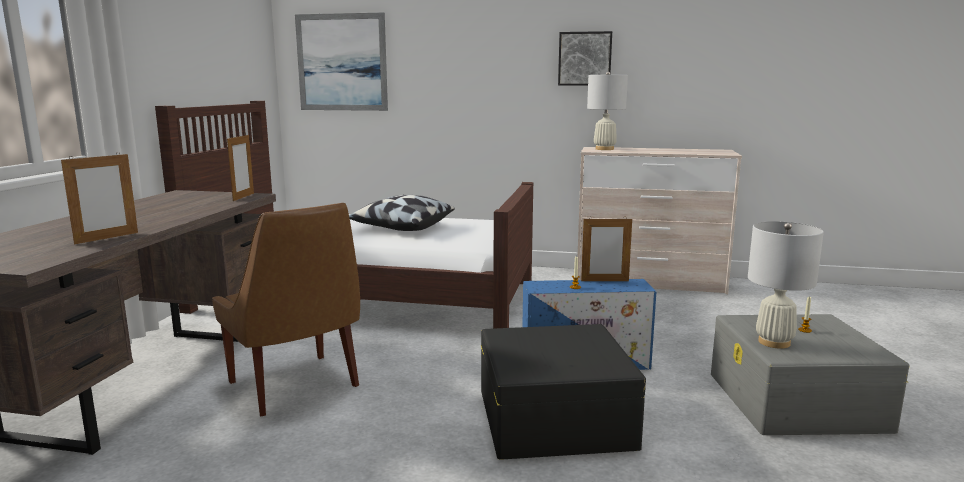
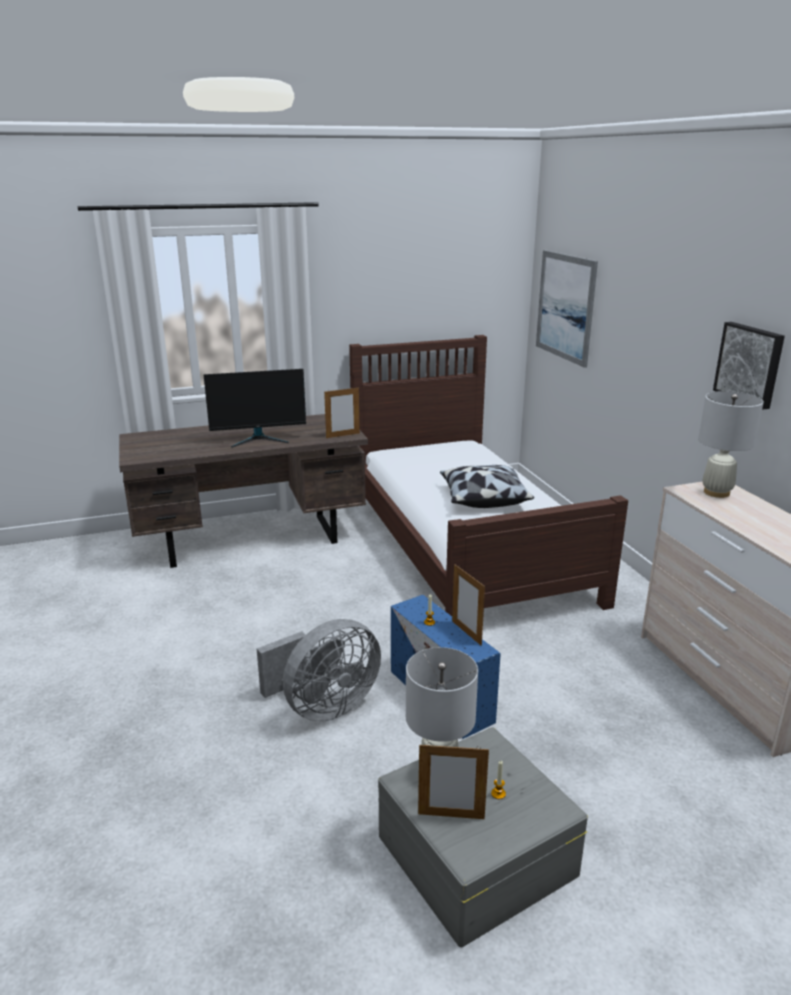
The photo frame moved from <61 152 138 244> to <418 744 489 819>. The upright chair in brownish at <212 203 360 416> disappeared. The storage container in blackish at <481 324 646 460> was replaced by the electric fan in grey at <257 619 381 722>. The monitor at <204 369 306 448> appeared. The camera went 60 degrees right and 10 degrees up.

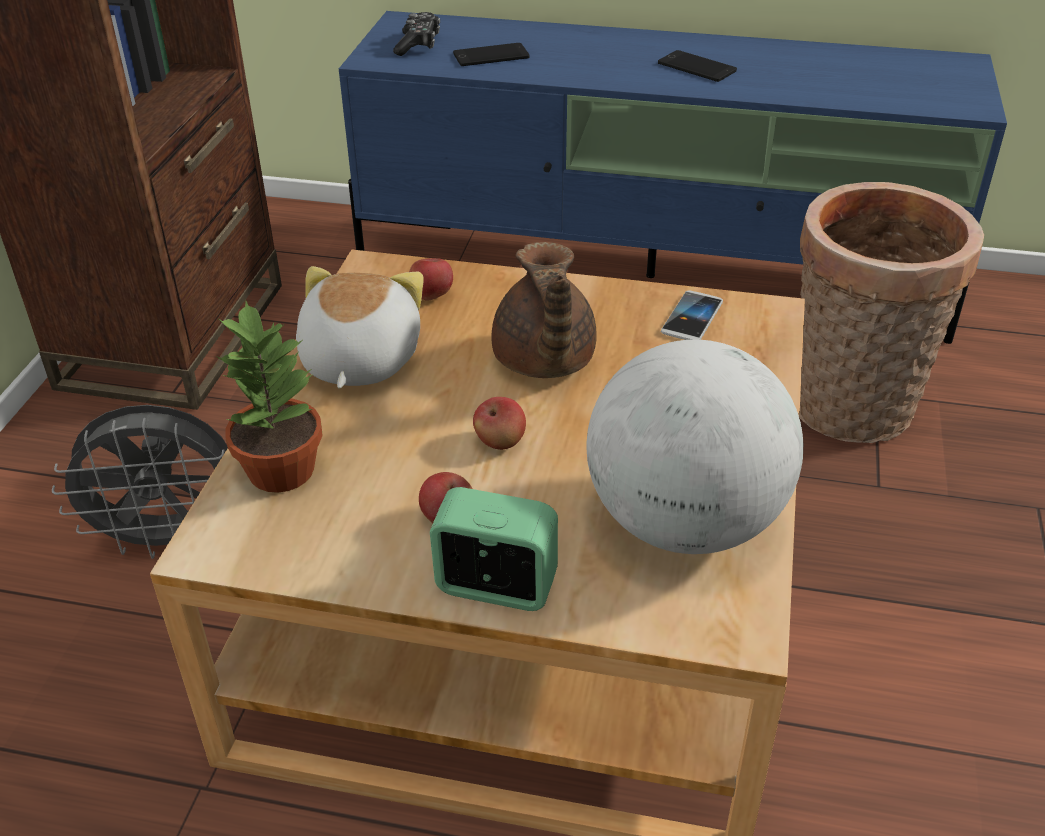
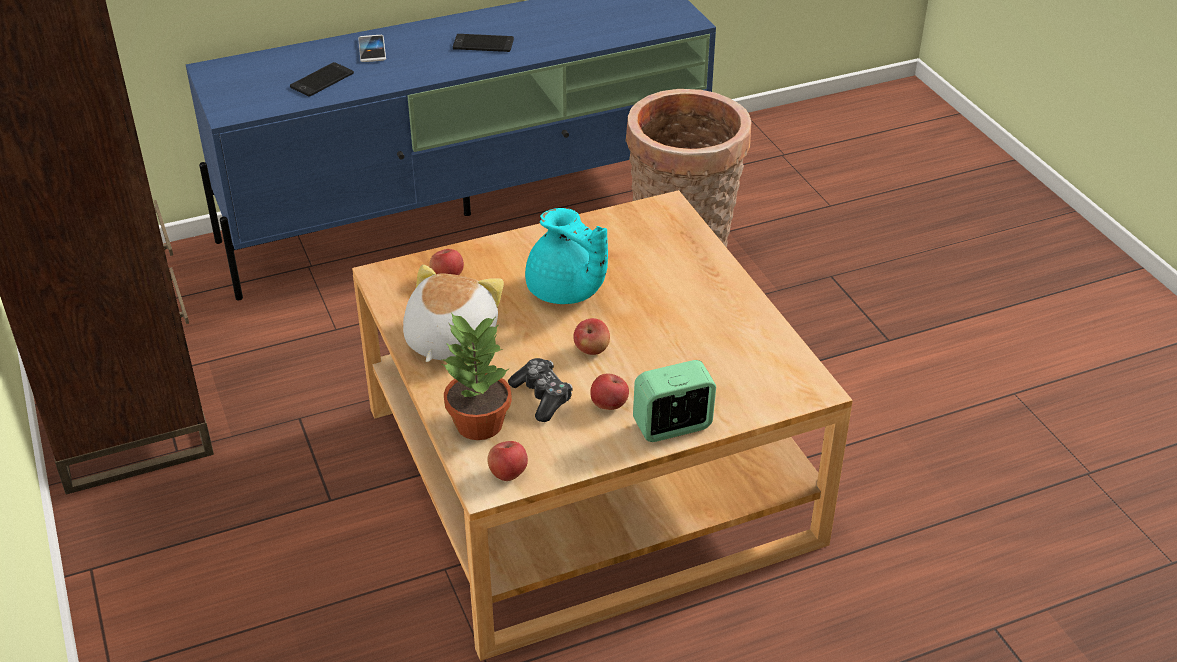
The game controller moved from <393 12 440 56> to <508 358 573 422>. The tea pot in brownish at <491 242 597 378> became the tea pot in turquoise at <525 208 608 304>. The cuddly toy at <296 266 424 388> turned 45 degrees clockwise. The telephone moved from <661 290 723 340> to <358 35 386 62>. The desk globe at <587 340 803 554> disappeared. The electric fan in grey at <52 405 228 559> disappeared. The whole apple at <487 441 528 481> appeared. The camera went 35 degrees left and 0 degrees up.

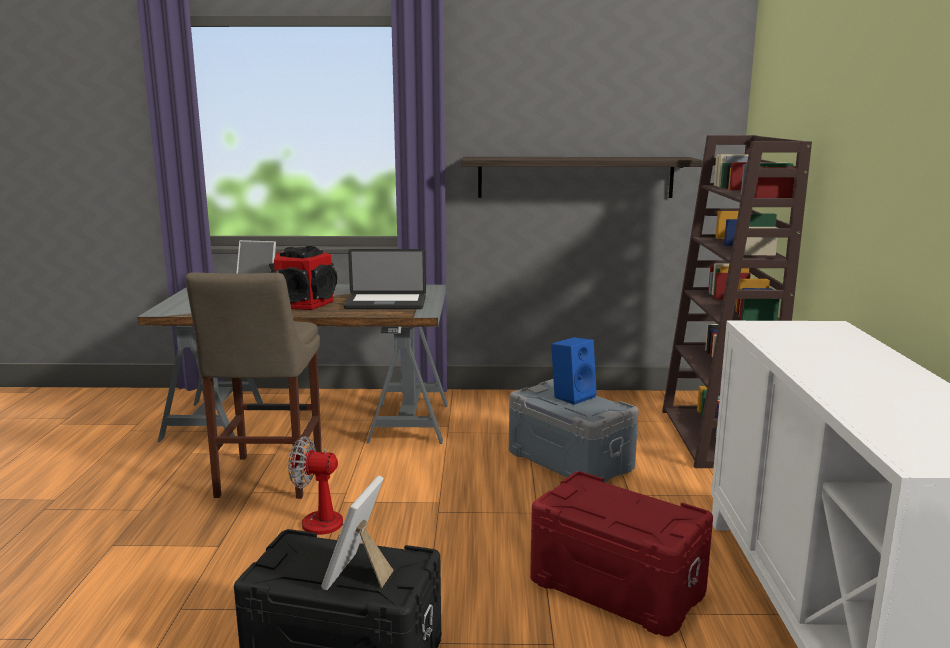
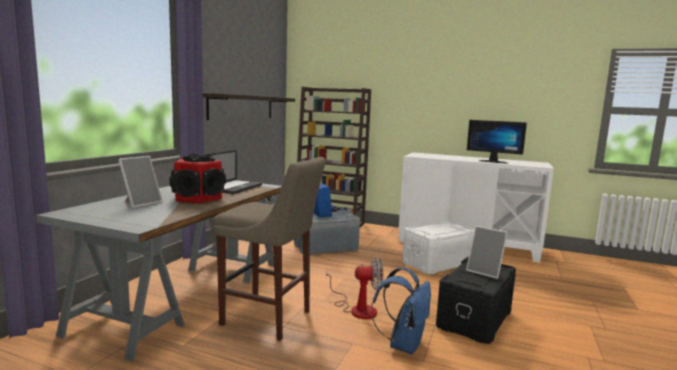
The electric fan at <288 436 363 543> turned 120 degrees counterclockwise. The storage container in red at <530 471 713 637> became the storage container in white-coloured at <402 221 474 274>. The monitor at <467 120 527 164> appeared. The knapsack in blue-coloured at <371 267 431 354> appeared. The camera went 70 degrees left and 5 degrees down.

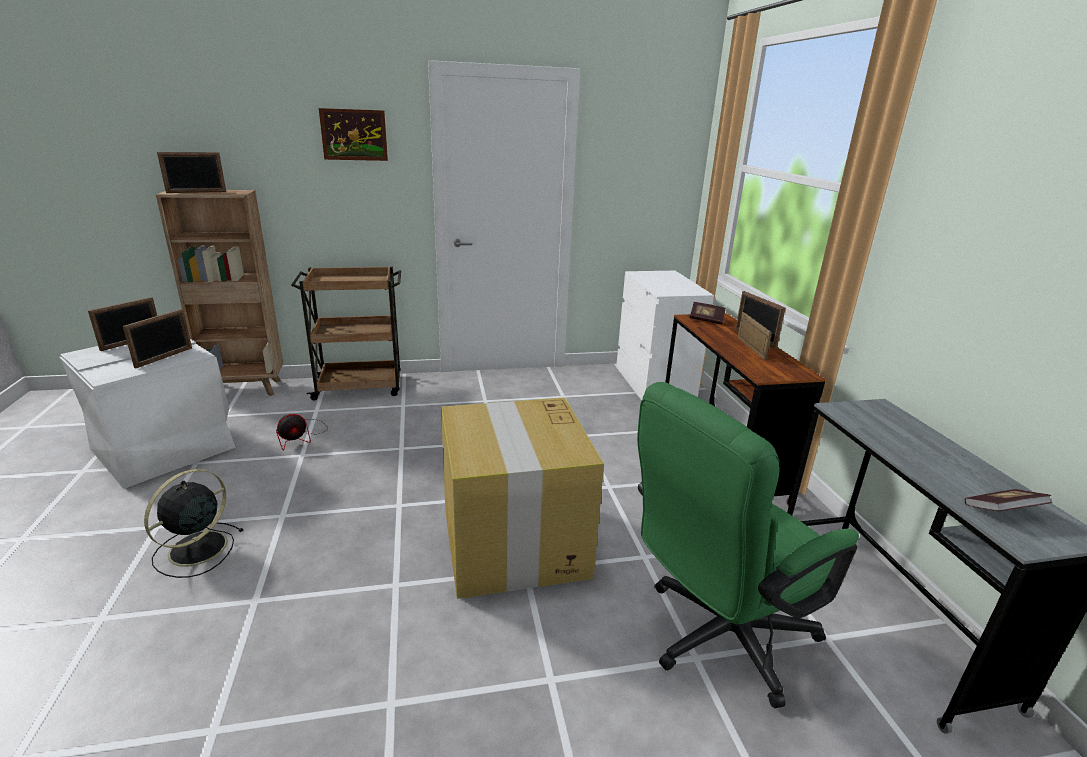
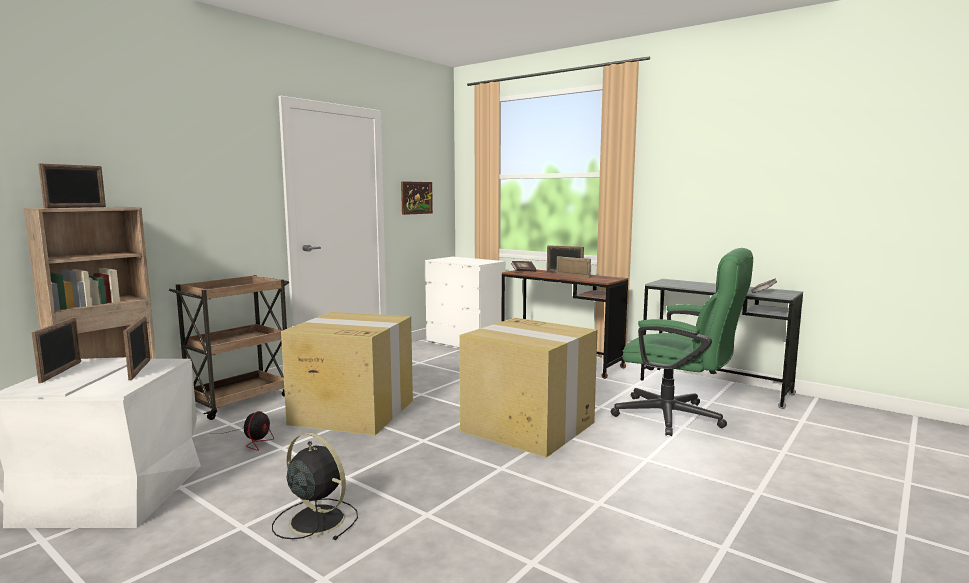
The wall picture moved from <319 108 388 161> to <401 181 433 215>. The office chair in greenish at <637 382 859 709> turned 75 degrees counterclockwise. The electric fan in blackish at <144 469 244 578> turned 135 degrees clockwise. The packing box at <281 312 413 435> appeared. The camera went 40 degrees left and 15 degrees down.

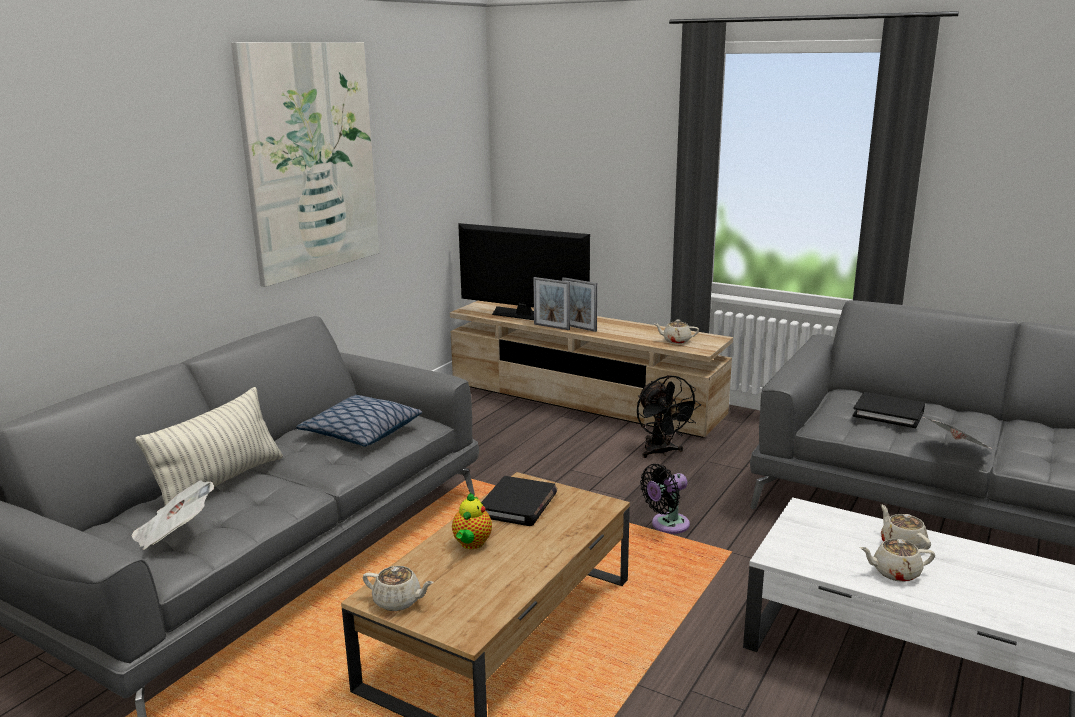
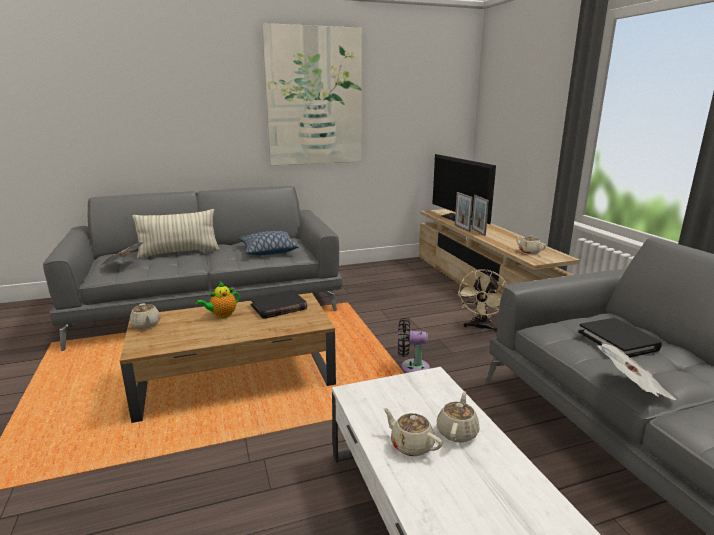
The electric fan in blackish at <637 375 701 458> became the electric fan in beige at <457 269 507 332>. The camera went 40 degrees right and 0 degrees up.

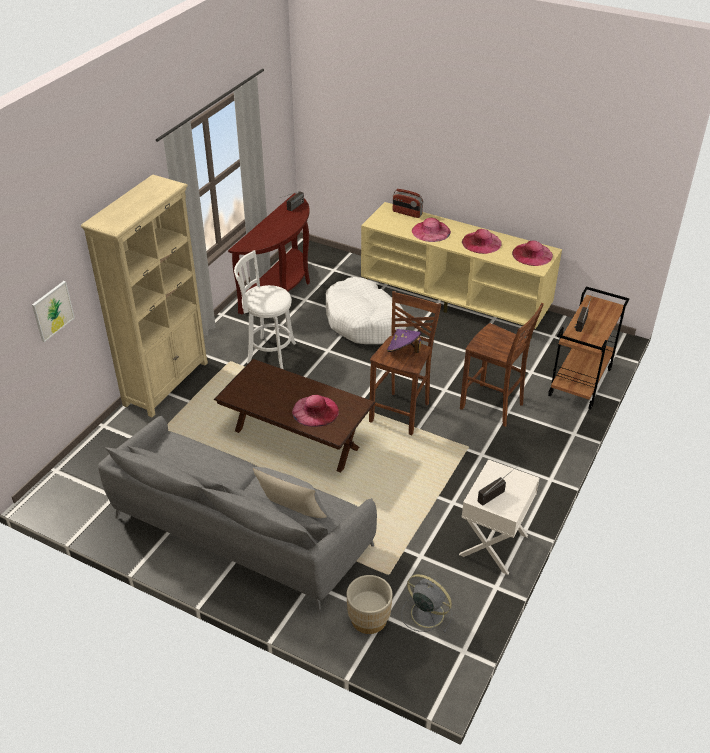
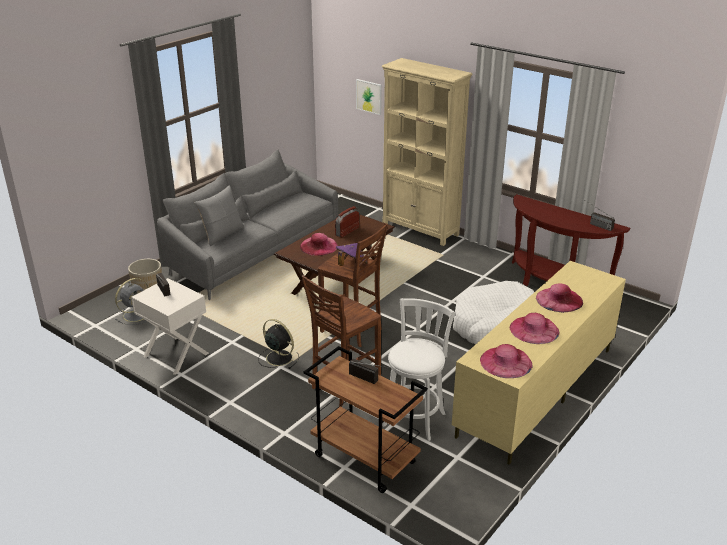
The radio receiver moved from <393 189 423 218> to <335 206 359 238>. The stool in white-coloured moved from <234 250 296 369> to <382 298 455 441>. The electric fan in blackish at <258 319 299 369> appeared. The camera went 100 degrees right and 10 degrees down.

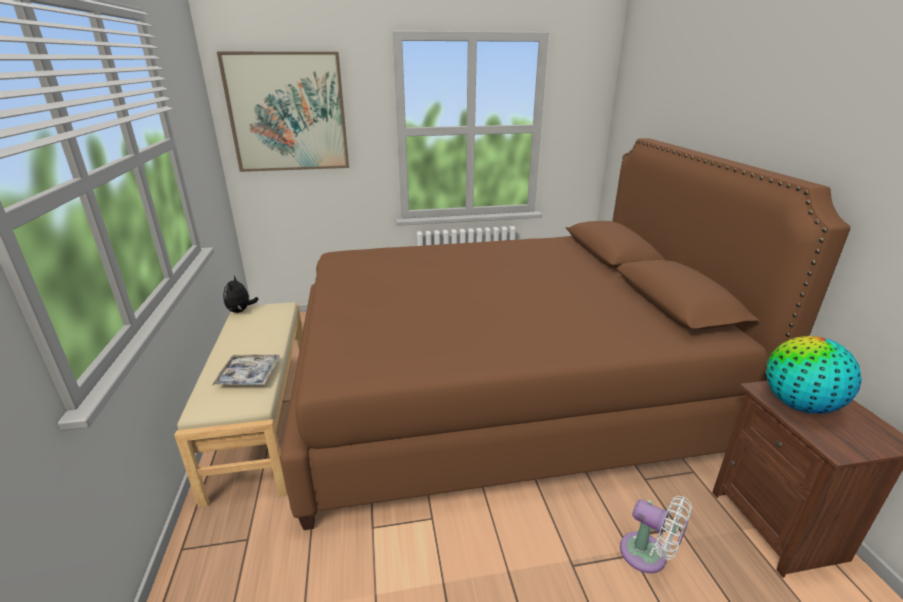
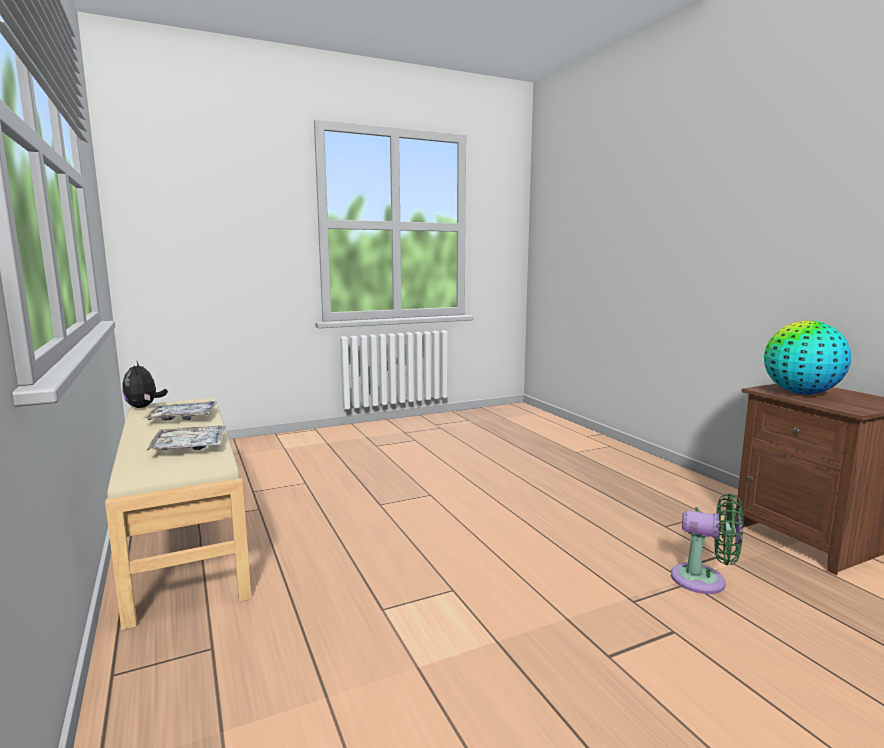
The wall picture at <217 52 349 172> disappeared. The bedroom bed in brownish at <280 138 851 530> disappeared. The electric fan in white-coloured at <620 496 692 573> became the electric fan in greenish at <671 494 743 594>. The carrying tray at <144 401 217 421> appeared. The camera went 15 degrees left and 15 degrees down.

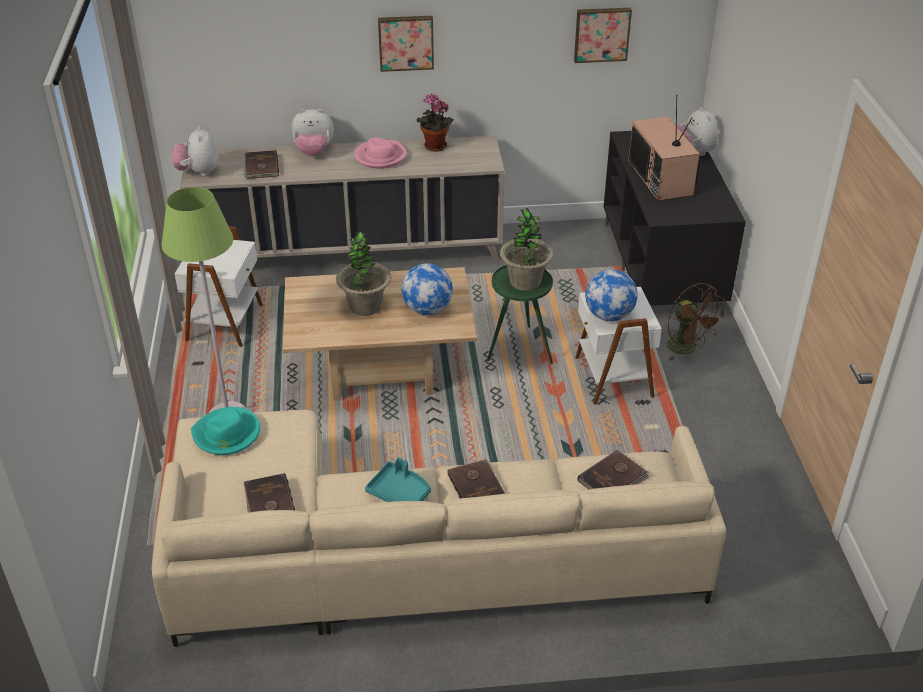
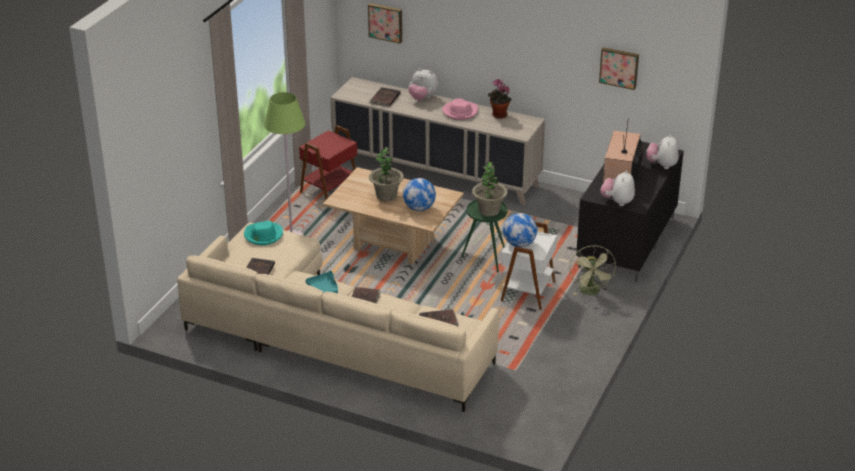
The wall picture moved from <378 16 434 72> to <368 3 402 44>. The cuddly toy moved from <172 126 219 176> to <600 170 635 206>. The end table in white-coloured at <175 226 263 347> became the end table in red at <299 125 357 200>. The electric fan in brownish at <667 283 725 361> became the electric fan in greenish at <569 245 616 295>. The camera went 30 degrees right and 5 degrees down.

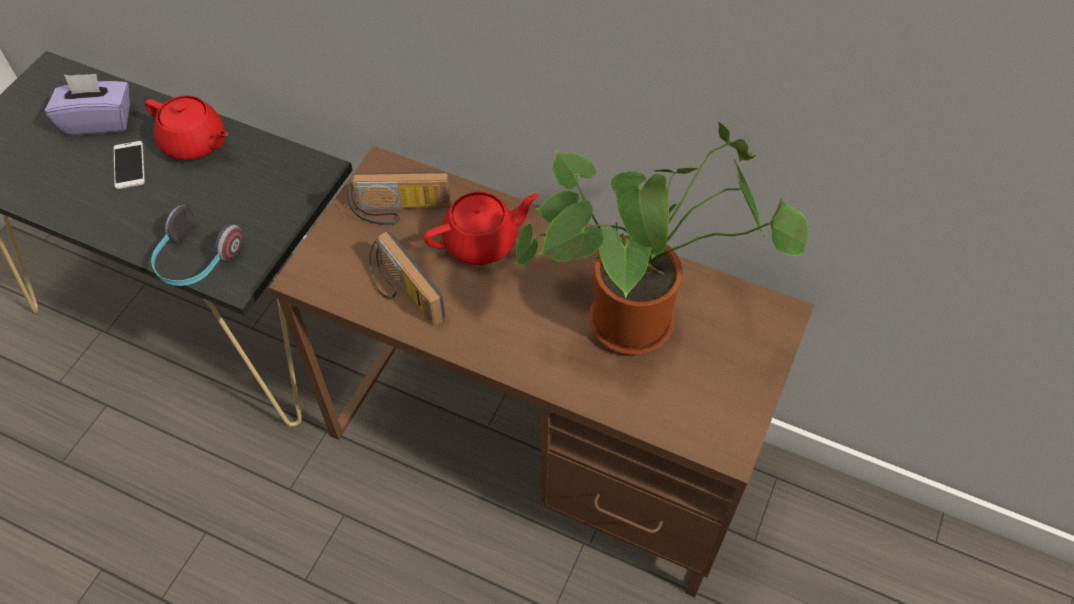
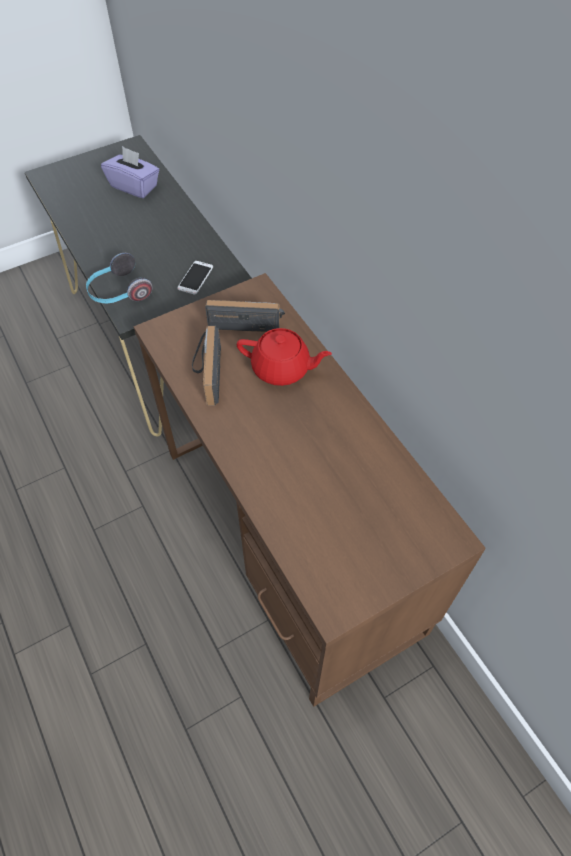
The tea pot in red at <145 95 228 160> disappeared. The houseplant at <515 122 809 355> disappeared. The telephone moved from <114 141 145 189> to <177 261 213 295>. The radio receiver at <347 172 451 225> turned 150 degrees clockwise. The camera went 35 degrees right and 0 degrees up.

